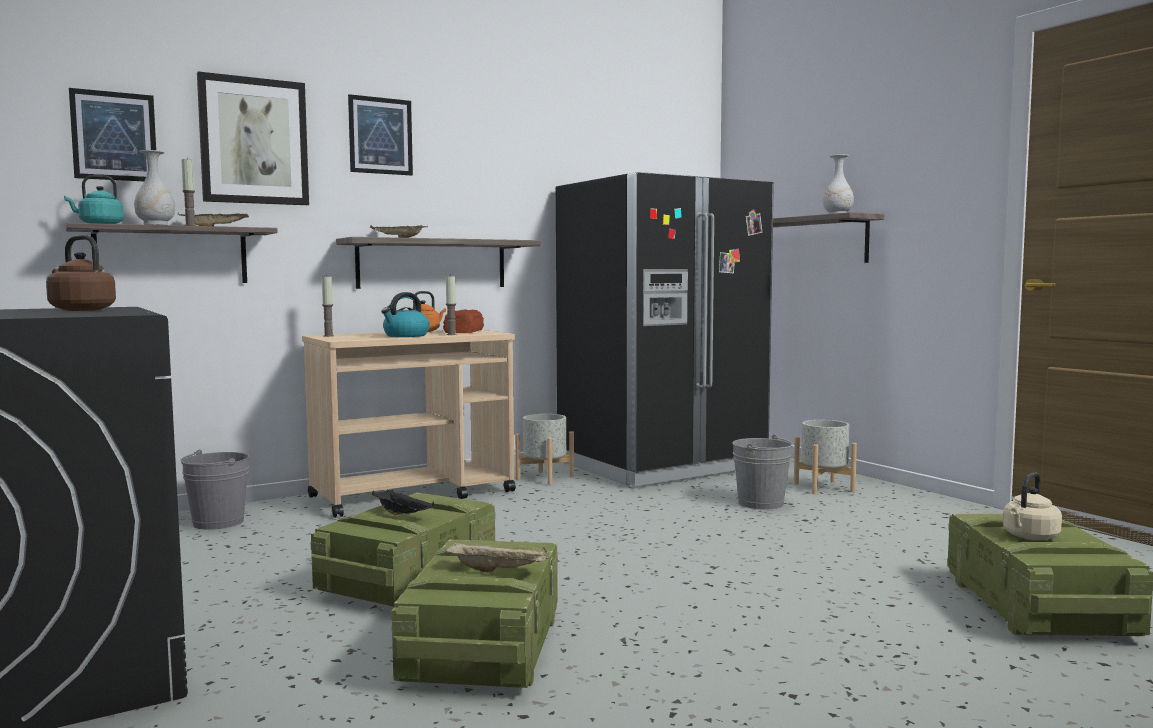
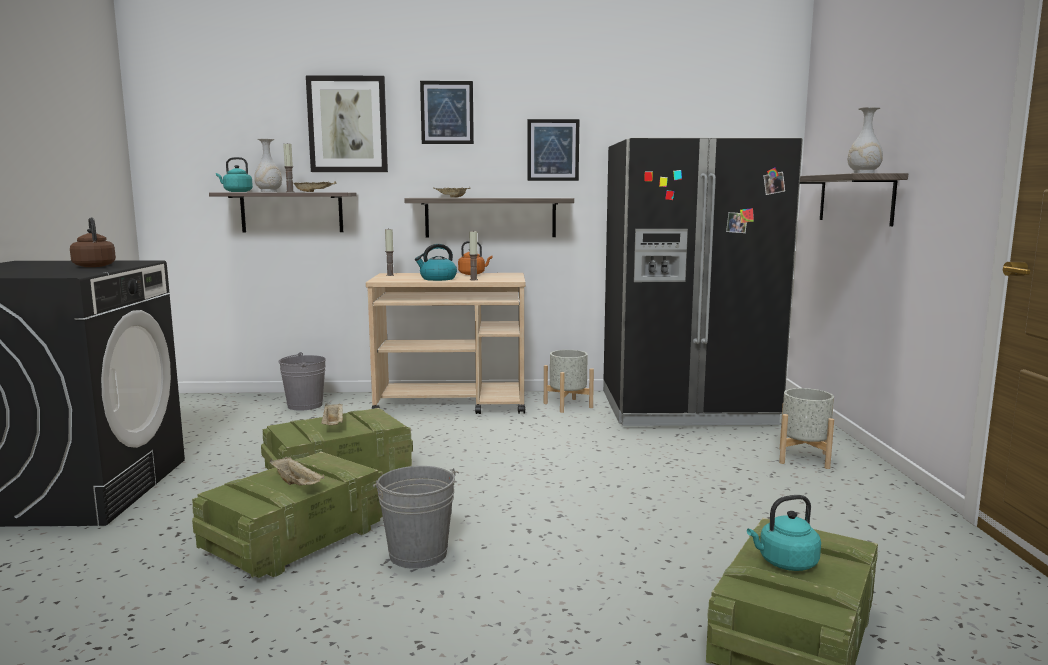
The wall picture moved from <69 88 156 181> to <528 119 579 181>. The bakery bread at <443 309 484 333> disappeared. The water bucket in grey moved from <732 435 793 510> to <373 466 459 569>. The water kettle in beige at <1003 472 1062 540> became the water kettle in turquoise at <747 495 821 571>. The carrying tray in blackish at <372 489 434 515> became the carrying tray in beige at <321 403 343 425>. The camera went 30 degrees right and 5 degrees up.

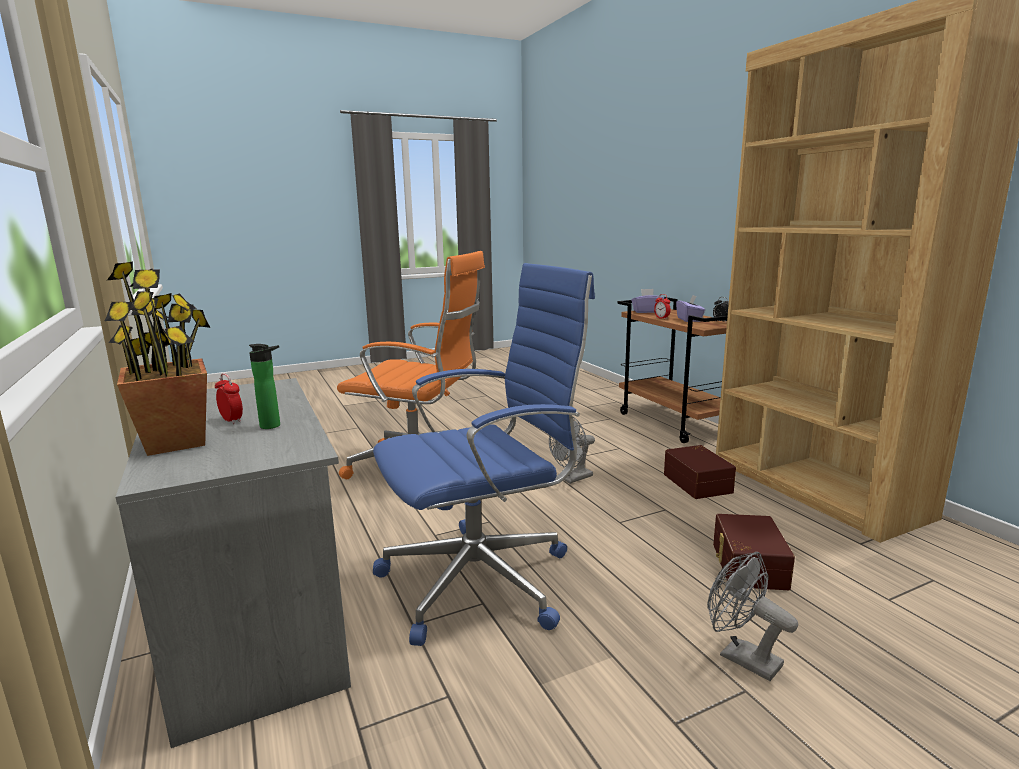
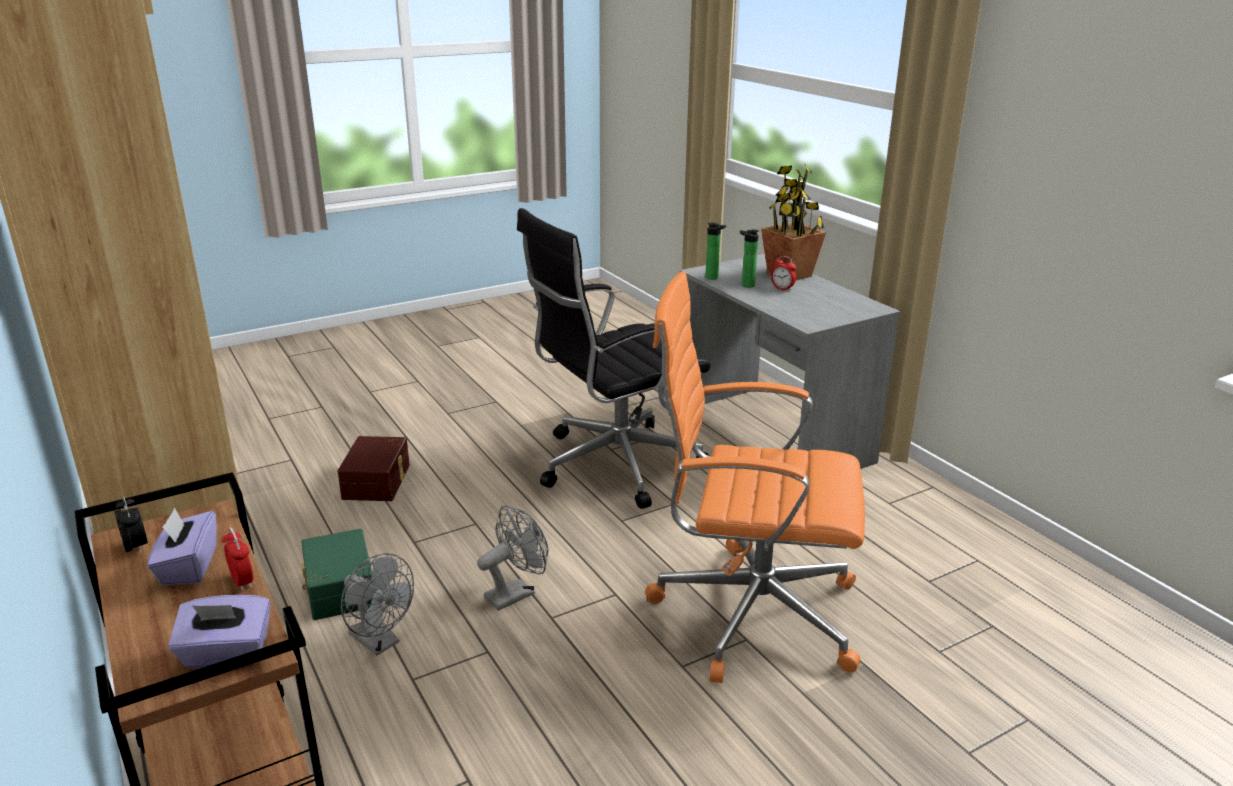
The office chair in blue-coloured at <373 263 595 646> became the office chair in blackish at <517 208 711 509>. The storage container in brownish at <664 445 736 499> became the storage container in greenish at <301 529 372 620>. The electric fan in grey moved from <707 552 798 681> to <341 553 414 656>. The bottle at <705 223 727 280> appeared. The camera went 175 degrees right and 10 degrees up.

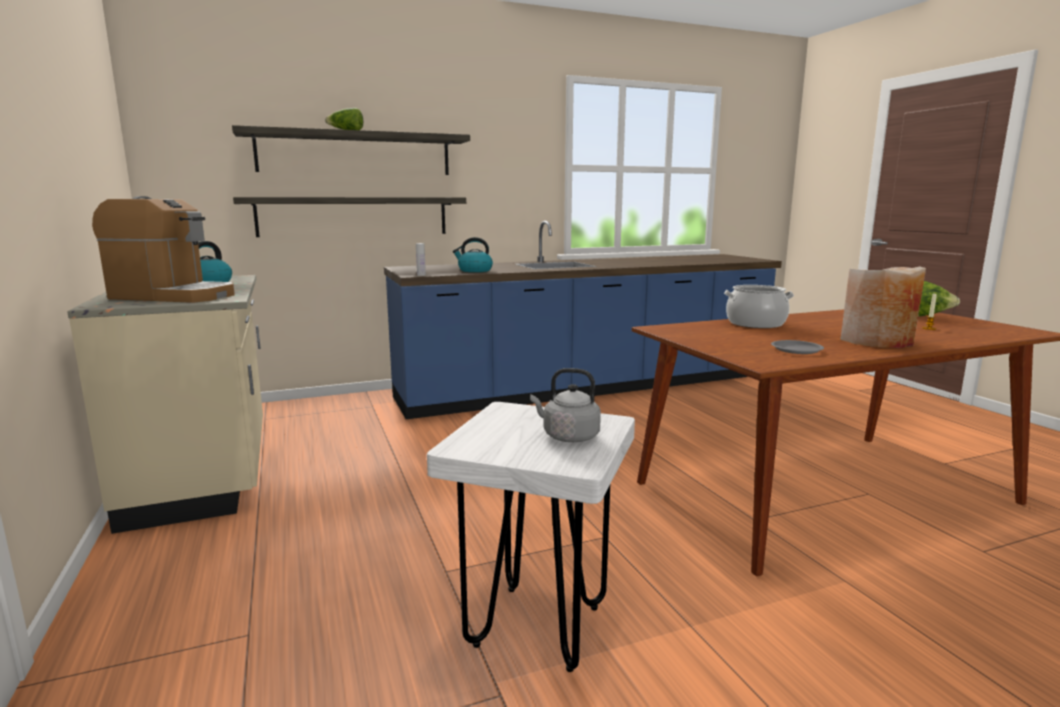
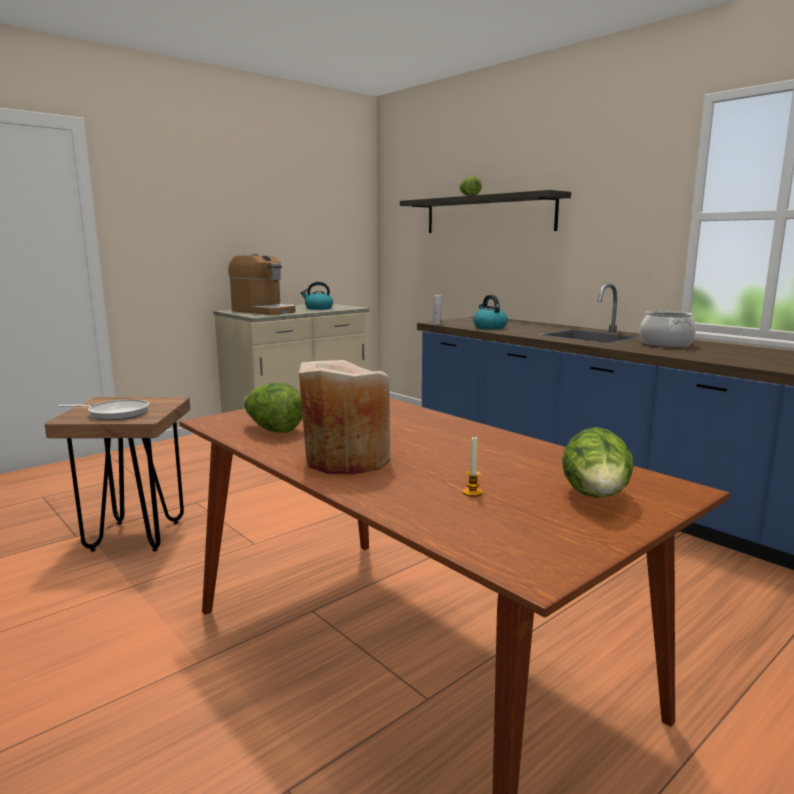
The coffee maker at <92 196 234 303> turned 45 degrees counterclockwise. The shelf at <233 197 466 237> disappeared. The stockpot moved from <724 285 794 328> to <640 311 696 348>. The plate in grey at <771 340 824 354> was replaced by the head of lettuce at <244 382 303 433>. The water kettle in grey at <530 368 601 442> was replaced by the frying pan at <58 399 149 420>. The stool in white-coloured at <427 402 635 672> became the stool in brownish at <45 397 190 552>. The camera went 70 degrees right and 0 degrees up.

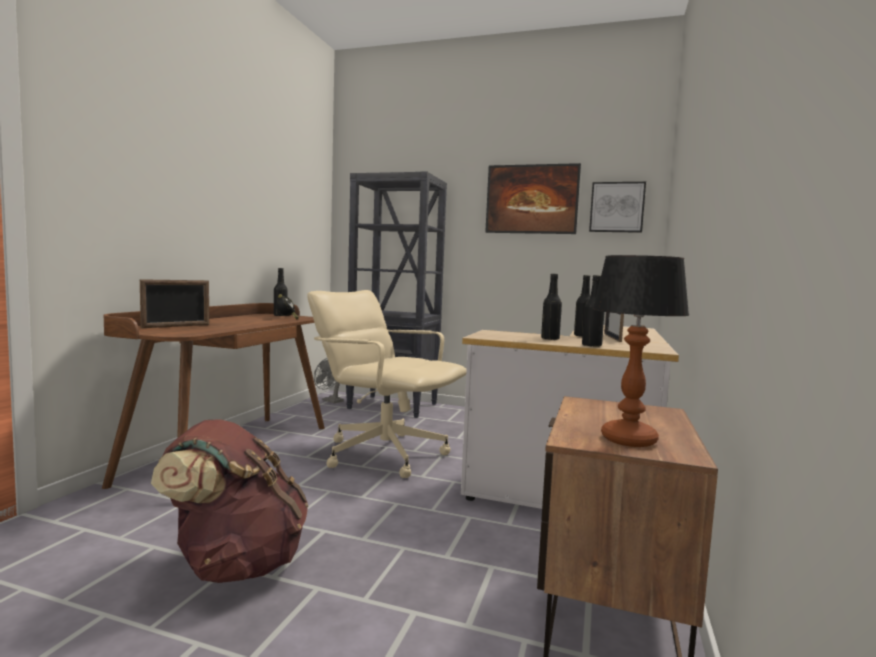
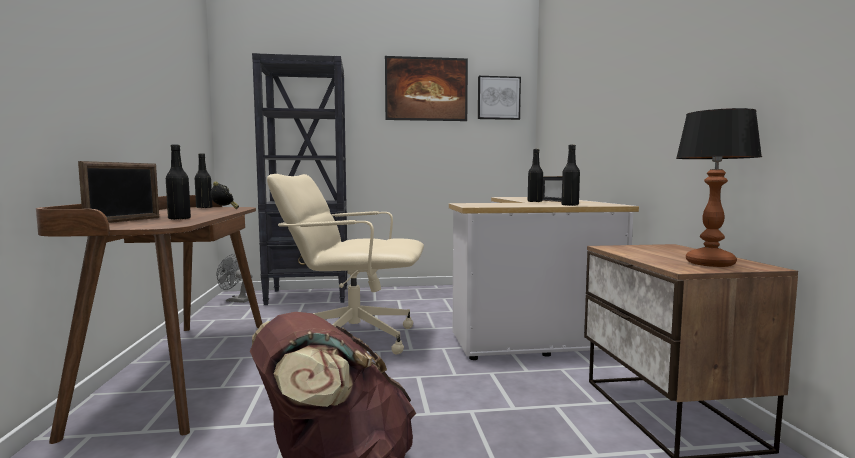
The bottle in blackish moved from <541 274 562 340> to <166 144 191 220>. The camera went 25 degrees left and 0 degrees up.

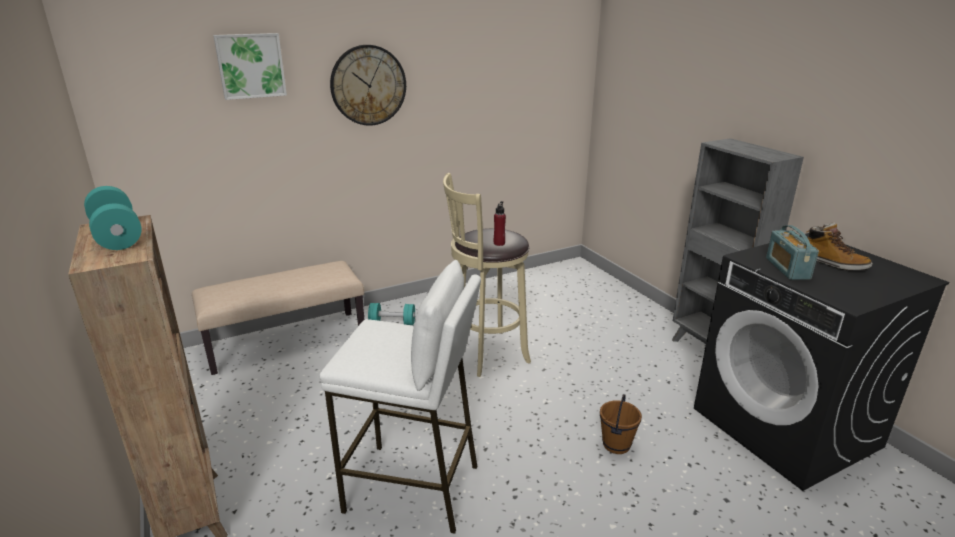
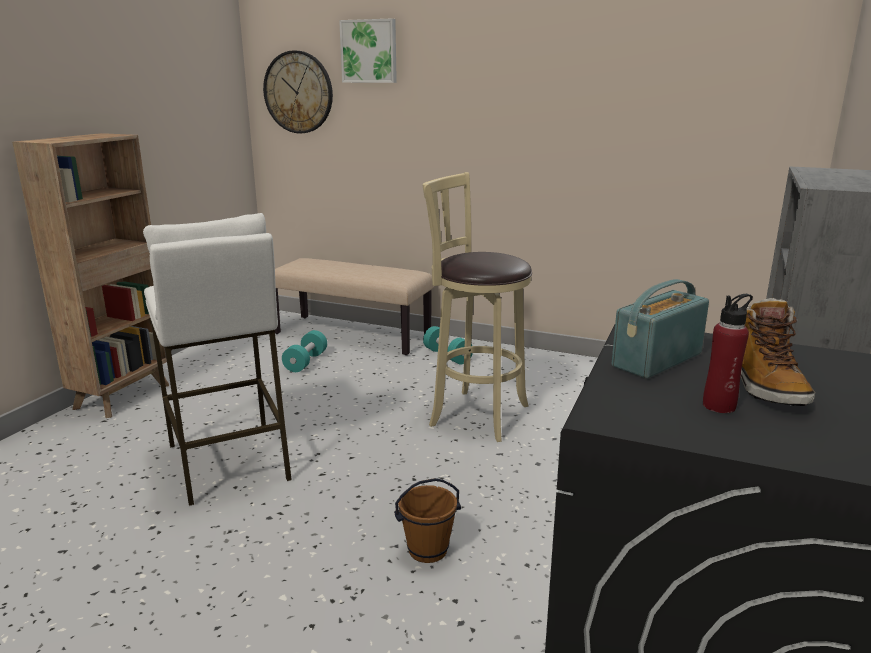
The wall clock moved from <330 45 406 126> to <263 50 333 133>. The dumbbell in turquoise moved from <84 186 142 250> to <282 330 327 372>. The bottle in red moved from <494 201 506 246> to <703 294 753 413>. The camera went 50 degrees right and 5 degrees down.

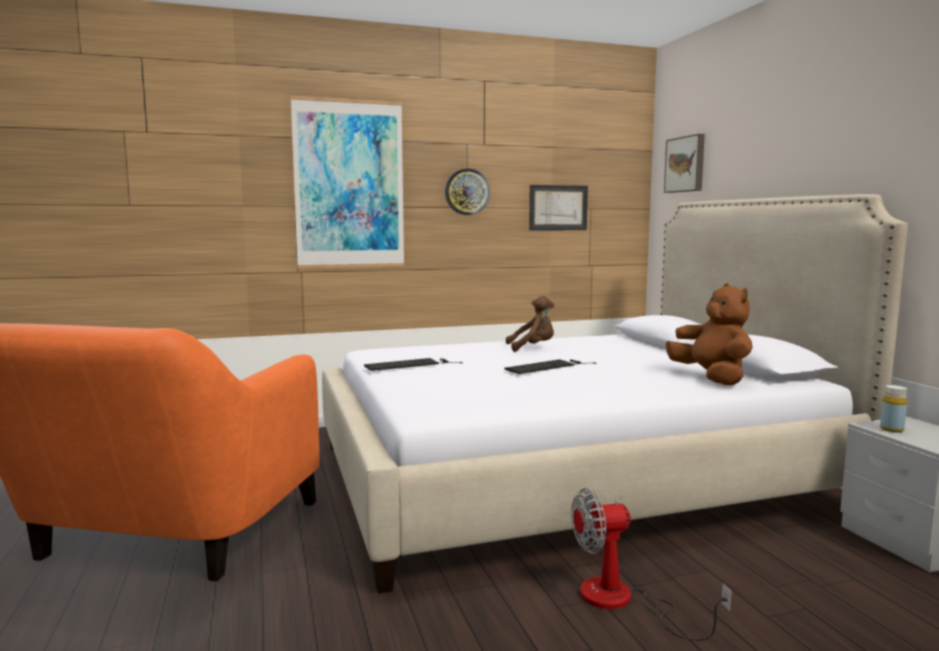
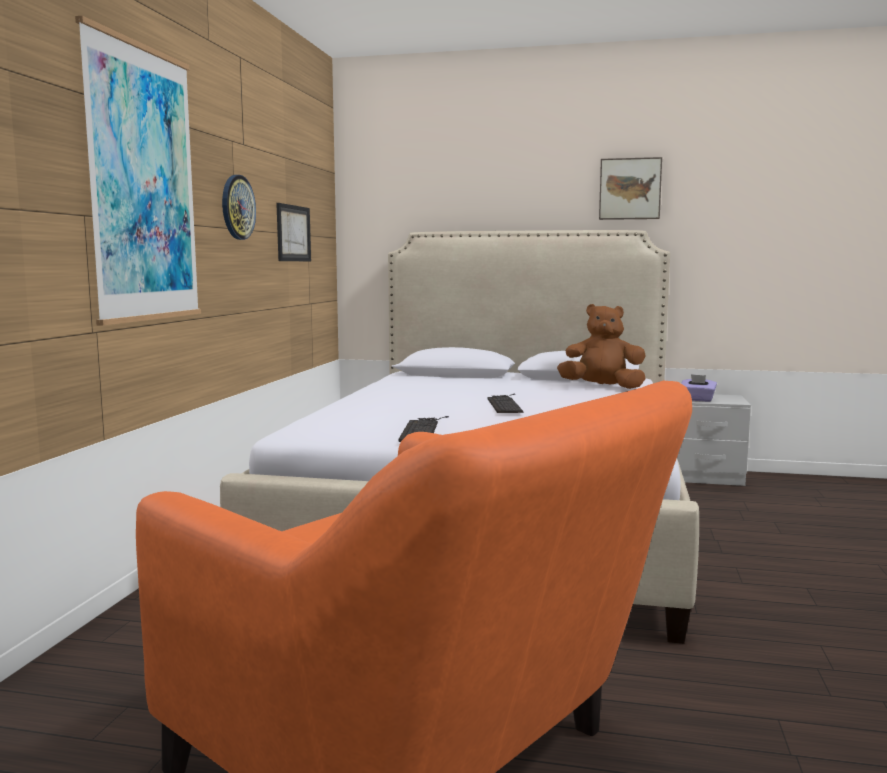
The wall picture moved from <664 134 705 193> to <599 157 662 220>. The cuddly toy in brownish at <506 296 555 352> disappeared. The bottle in yellowish at <880 385 907 432> was replaced by the tissue holder in purple at <681 374 717 402>. The electric fan at <571 488 732 641> disappeared. The camera went 60 degrees left and 0 degrees up.

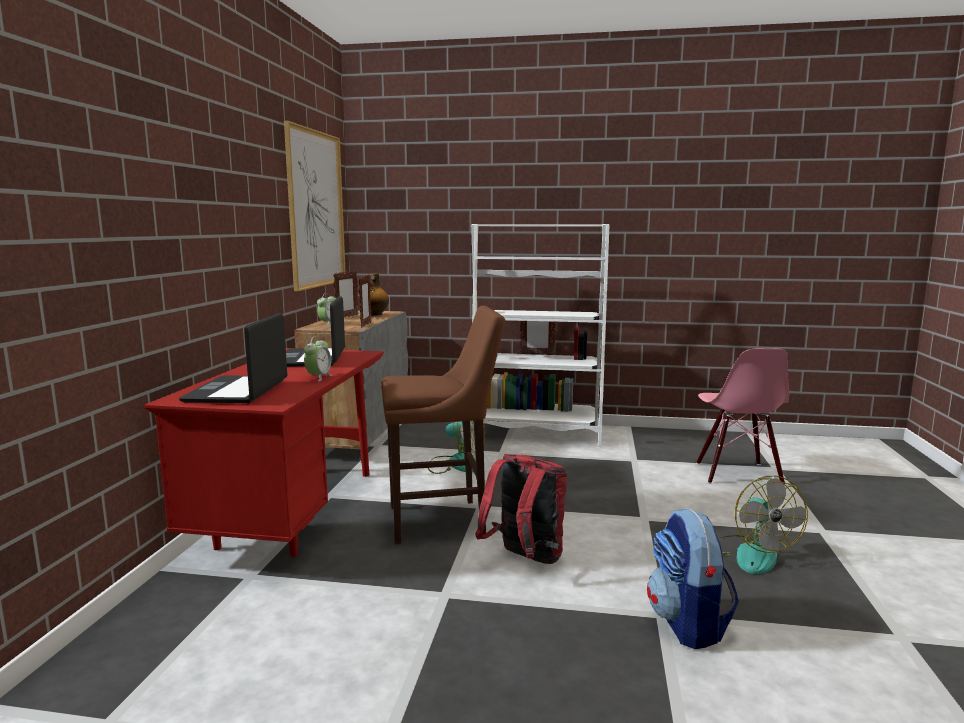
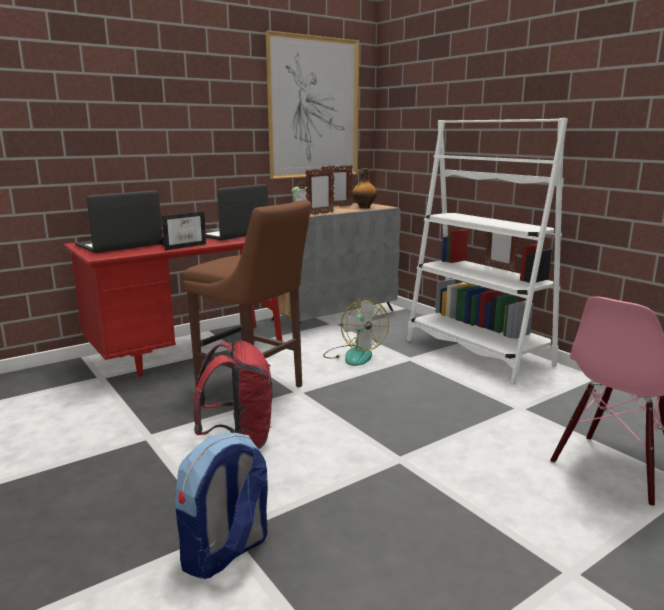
The alarm clock at <304 336 332 381> was replaced by the photo frame at <159 211 206 250>. The electric fan at <718 476 808 574> disappeared. The camera went 45 degrees right and 5 degrees up.

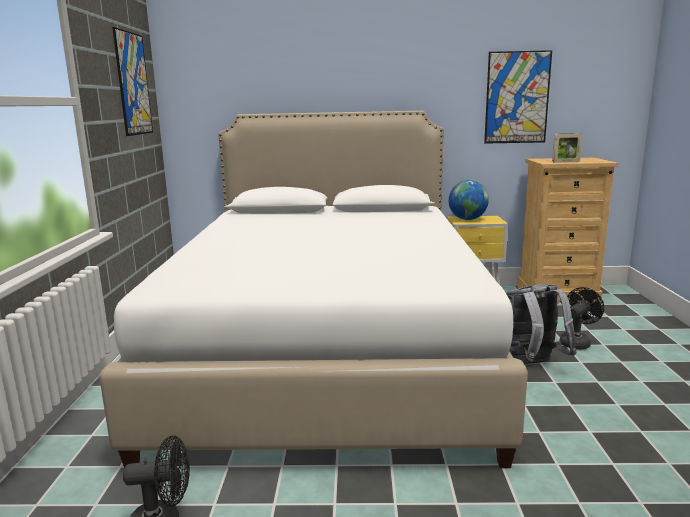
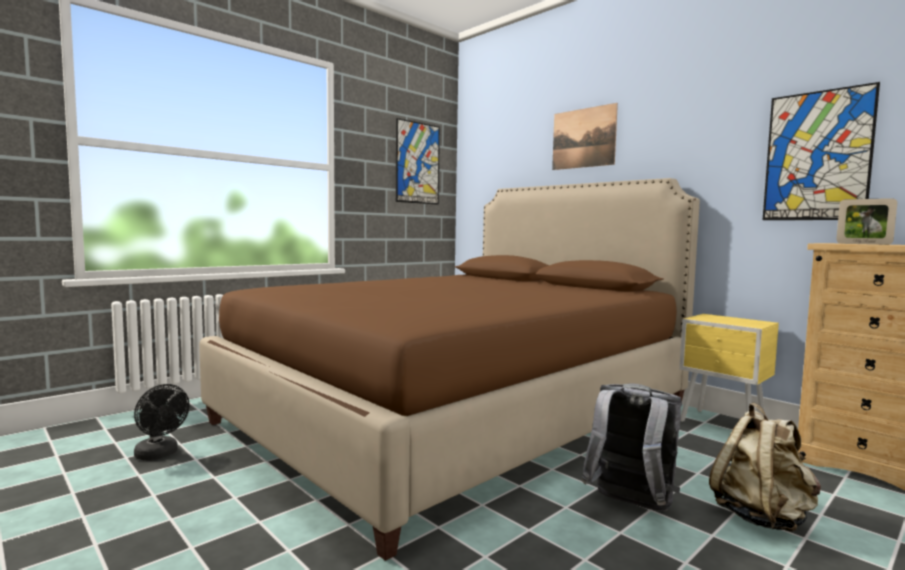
The bedroom bed in white-coloured at <100 111 528 468> became the bedroom bed in brownish at <199 178 700 561>. The desk globe at <449 180 489 220> disappeared. The electric fan in blackish at <559 287 604 350> was replaced by the knapsack in beige at <709 402 821 532>. The wall picture at <552 103 618 170> appeared. The camera went 45 degrees right and 10 degrees down.

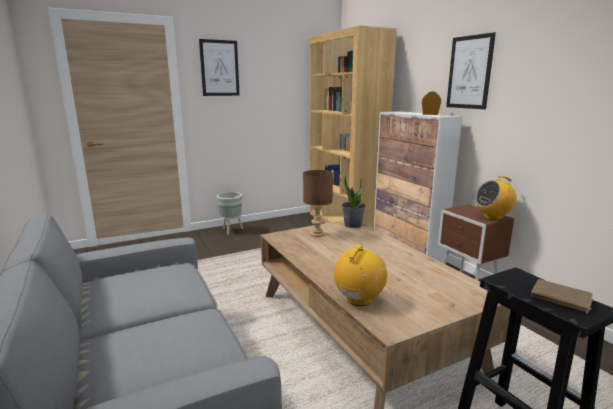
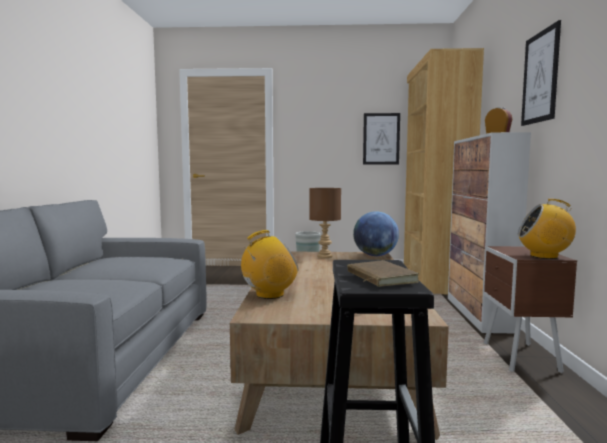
The wall picture moved from <199 39 240 96> to <363 113 400 164>. The houseplant at <342 176 366 228> was replaced by the desk globe at <353 211 399 256>. The camera went 30 degrees right and 10 degrees down.

